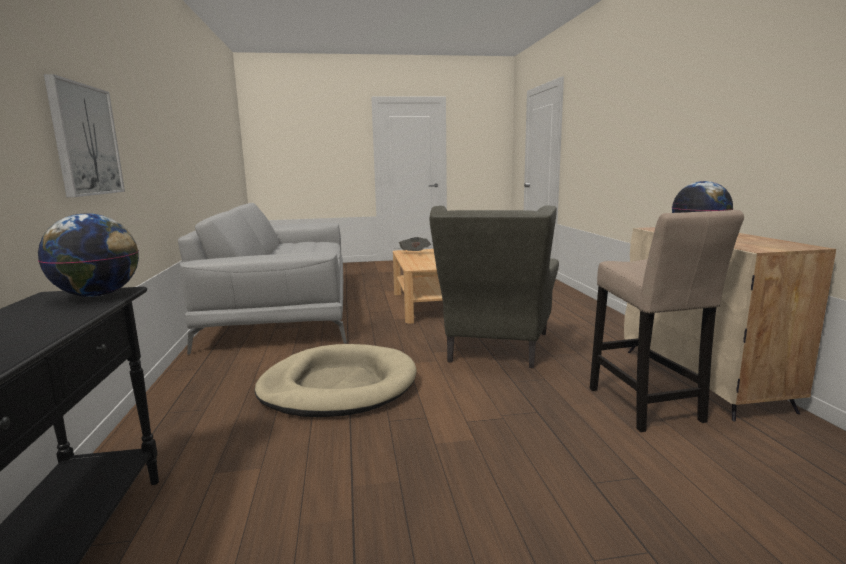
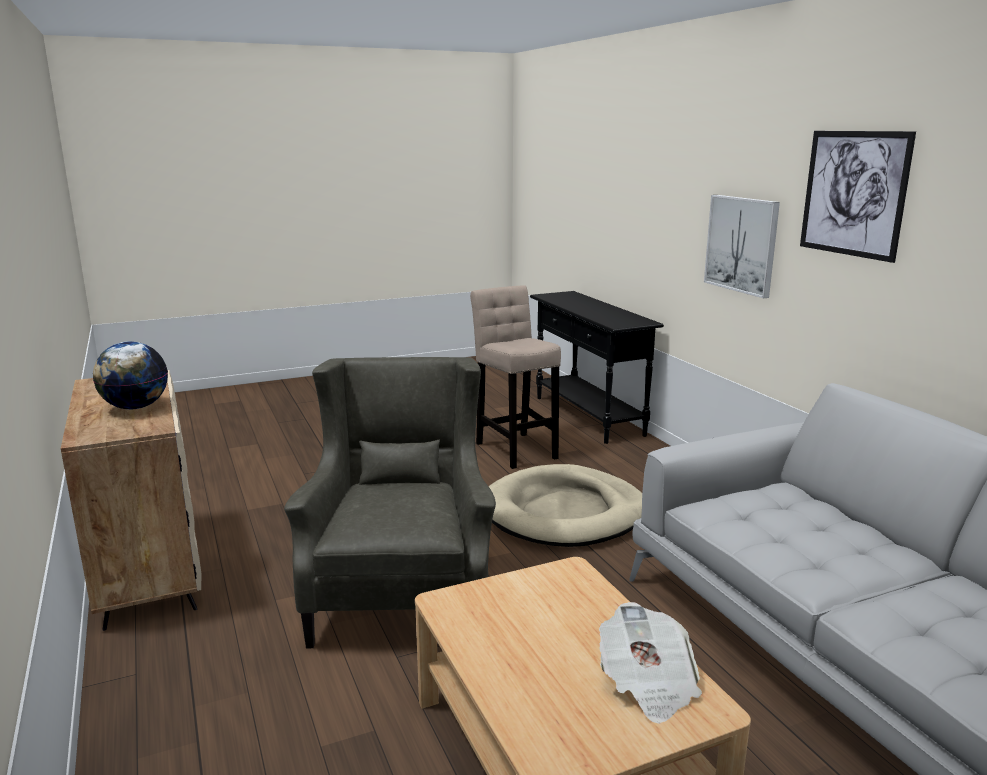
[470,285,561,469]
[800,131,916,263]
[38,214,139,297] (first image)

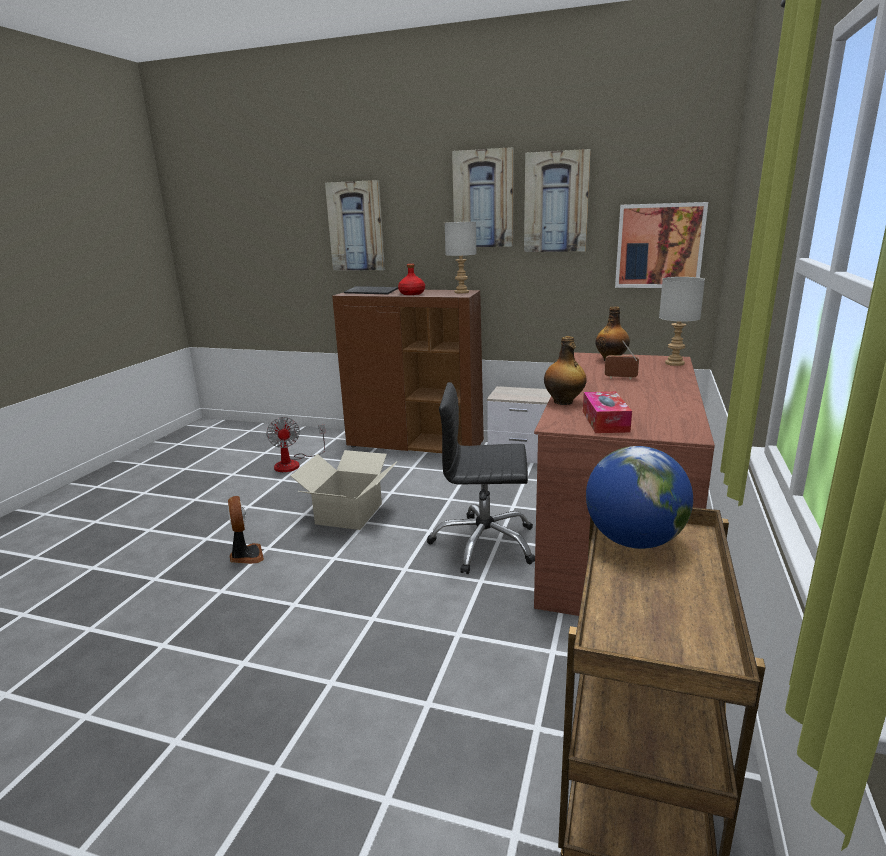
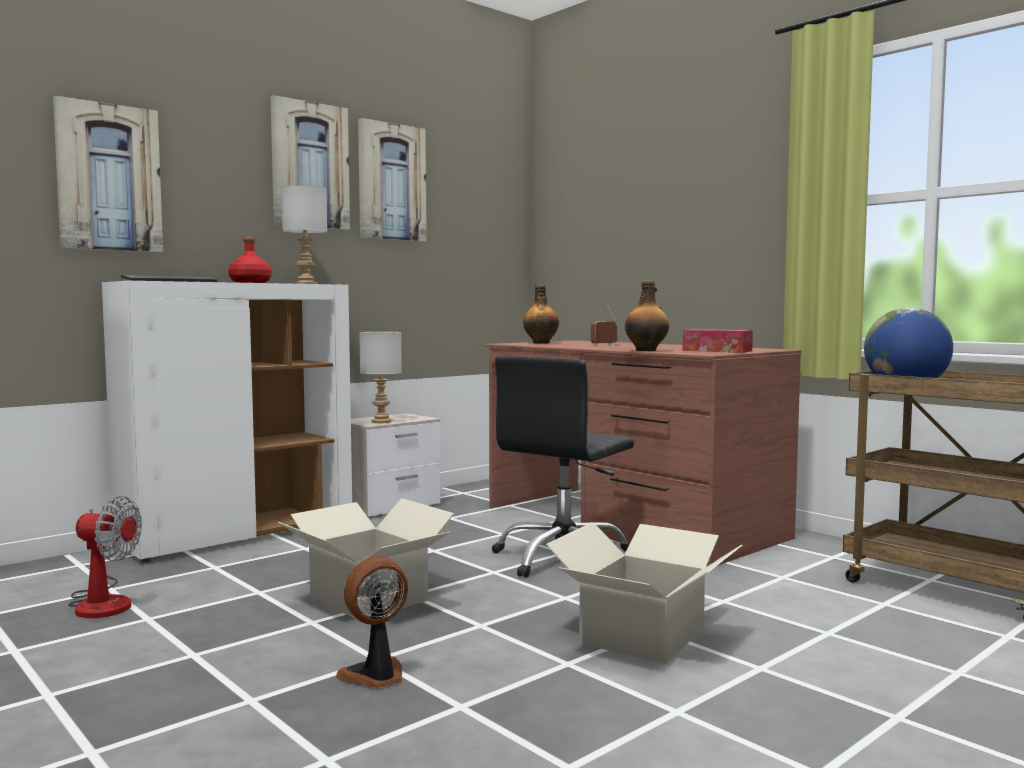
[102,281,352,563]
[336,556,408,688]
[359,332,402,423]
[546,522,743,664]
[615,202,708,288] (first image)

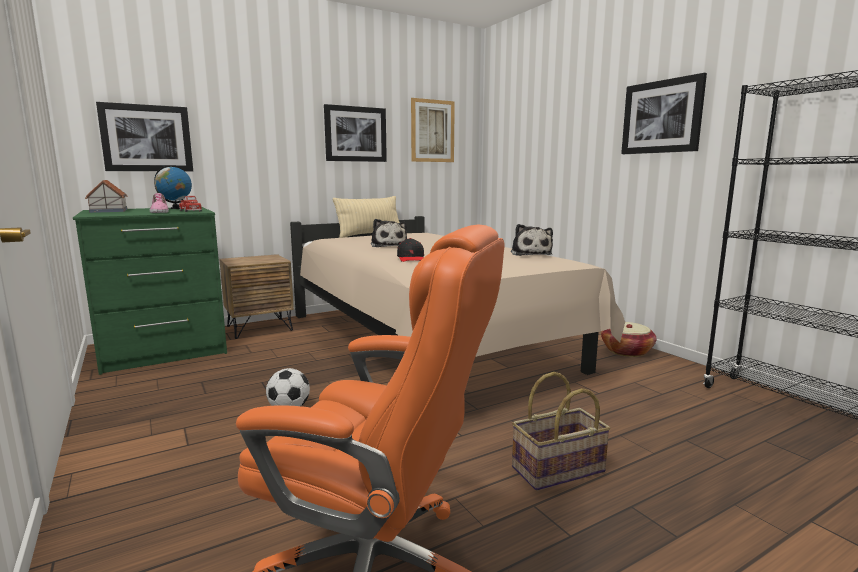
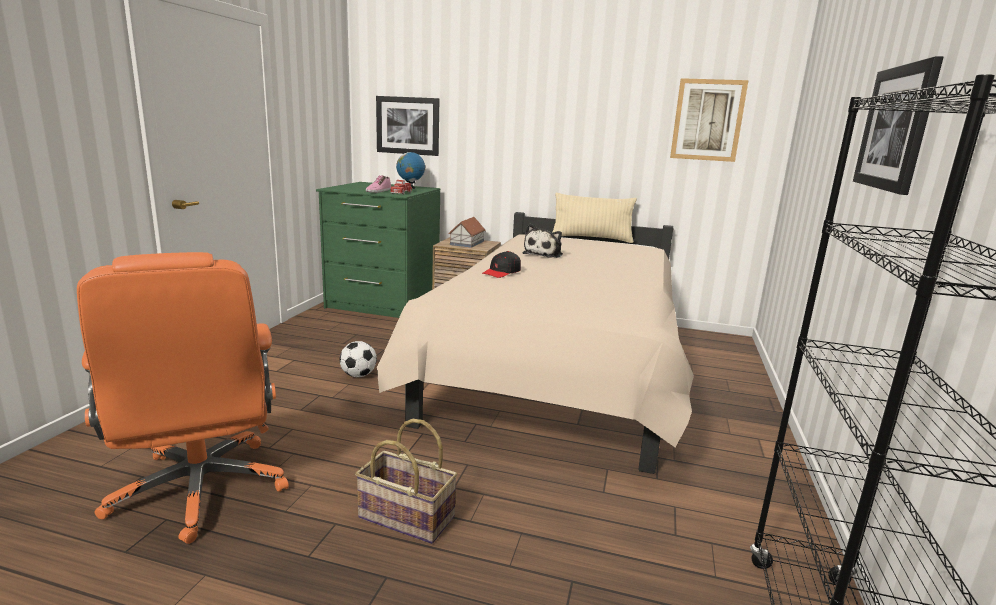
[449,217,485,248]
[324,104,387,162] (first image)
[511,224,553,256] (first image)
[601,322,657,357] (first image)

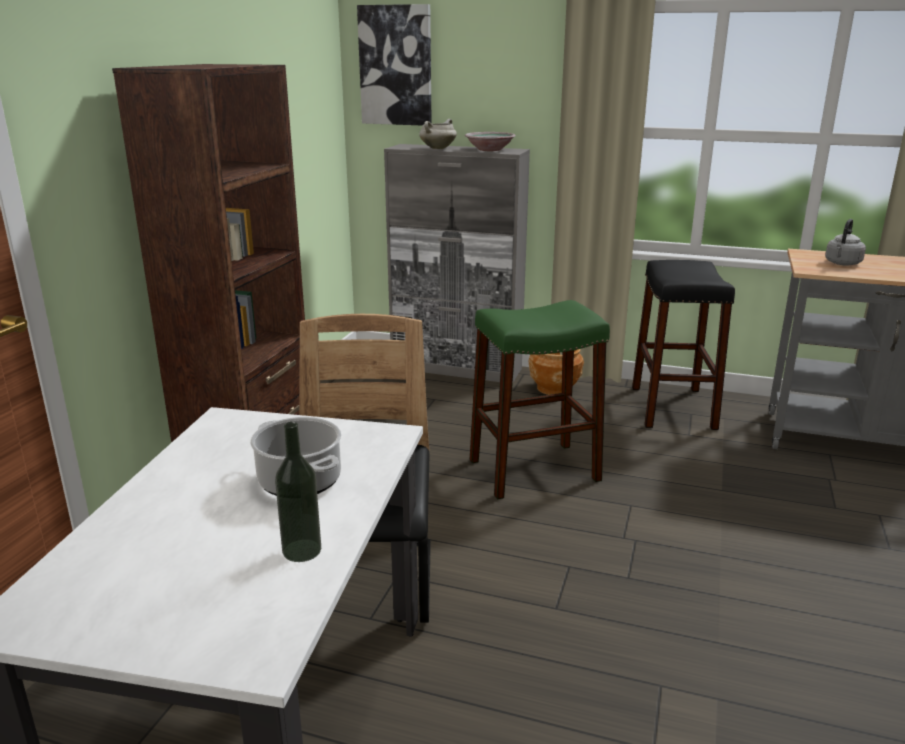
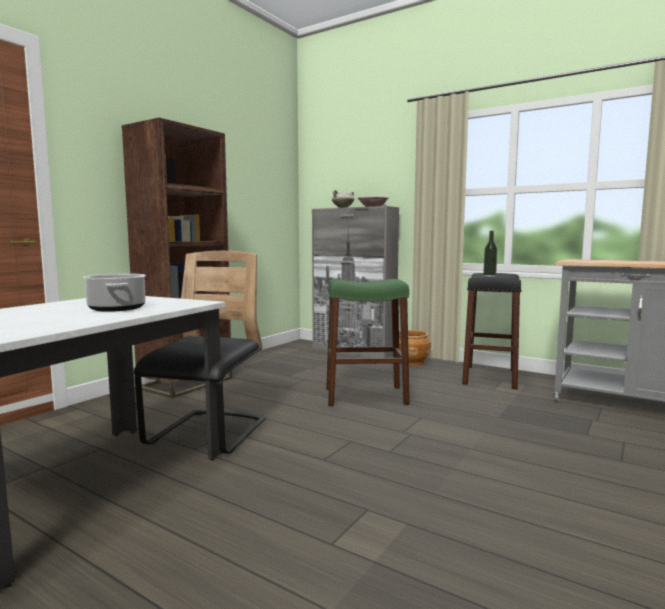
[483,231,497,276]
[357,4,432,126] (first image)
[825,219,866,265] (first image)

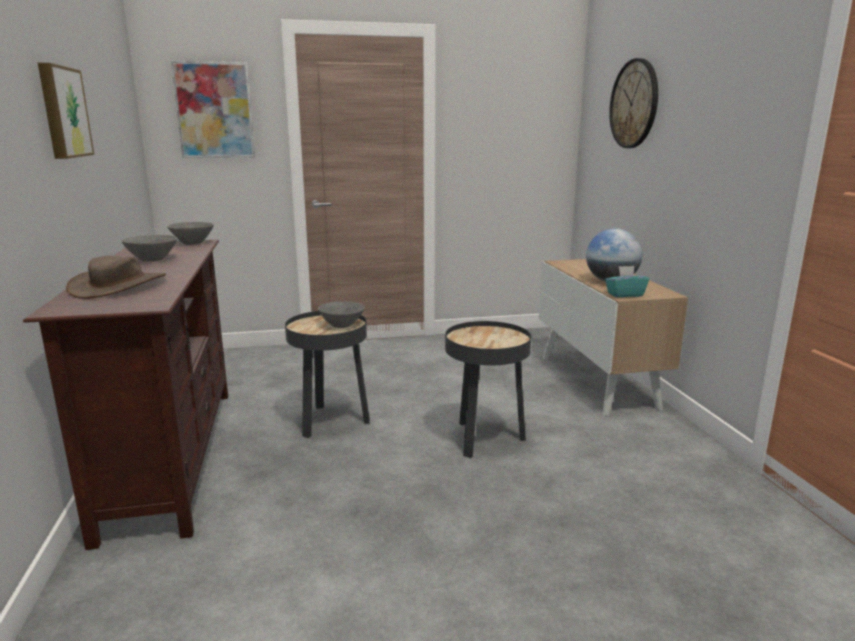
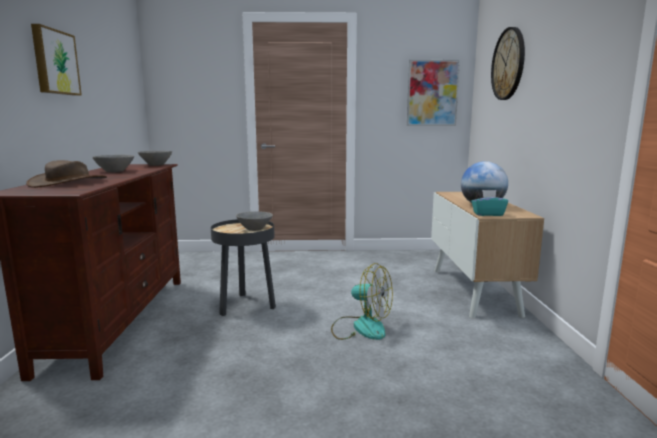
[331,263,393,340]
[407,60,460,126]

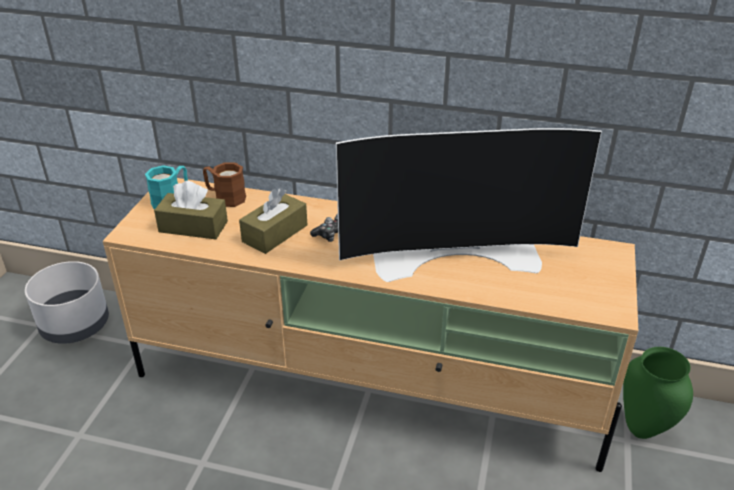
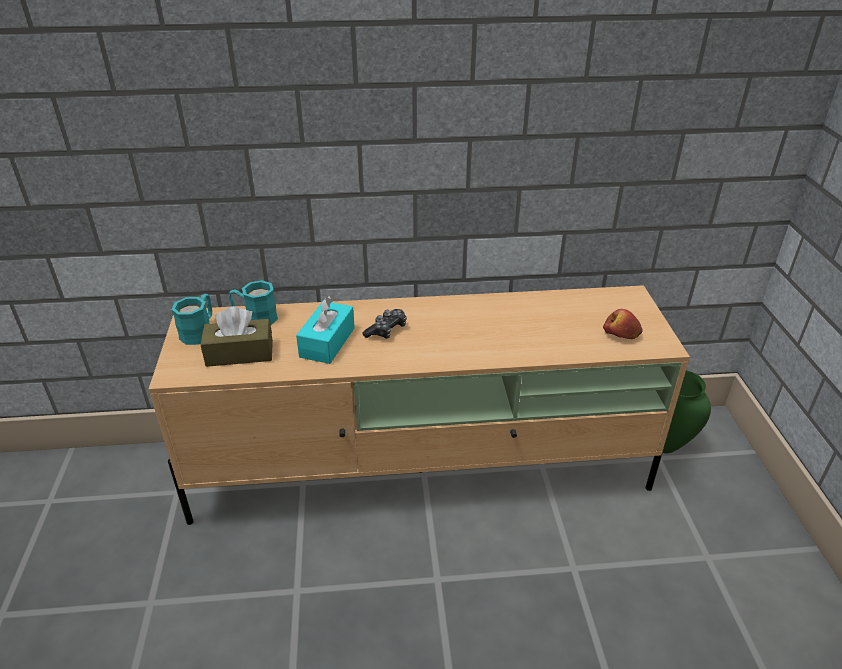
[229,280,278,325]
[296,295,355,364]
[603,309,643,339]
[25,261,109,344] (first image)
[336,128,602,282] (first image)

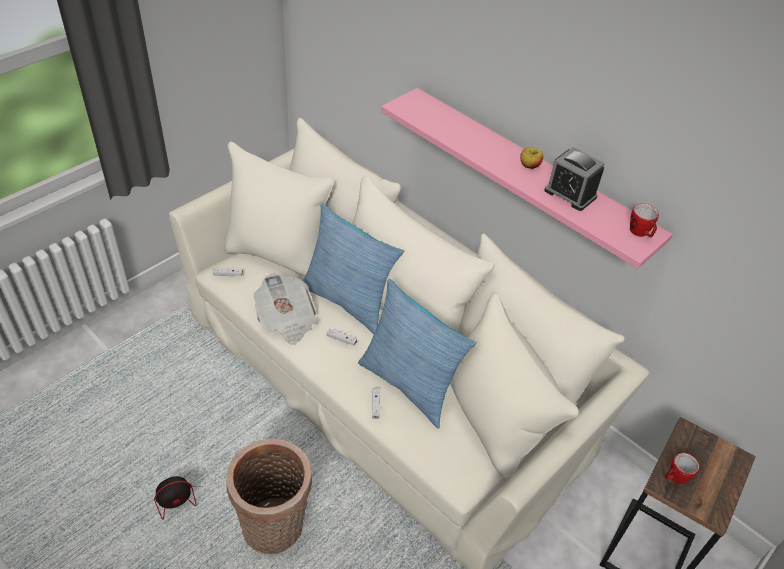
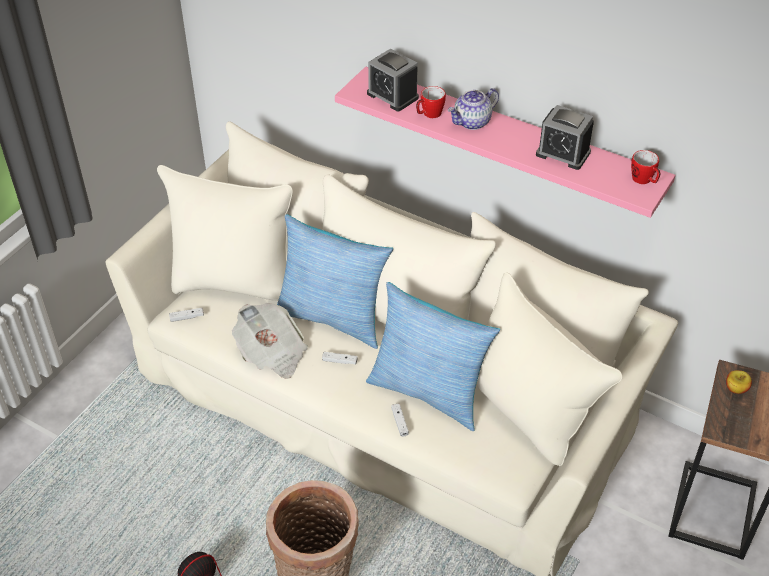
[367,48,419,111]
[416,86,446,118]
[448,88,499,130]
[726,370,752,394]

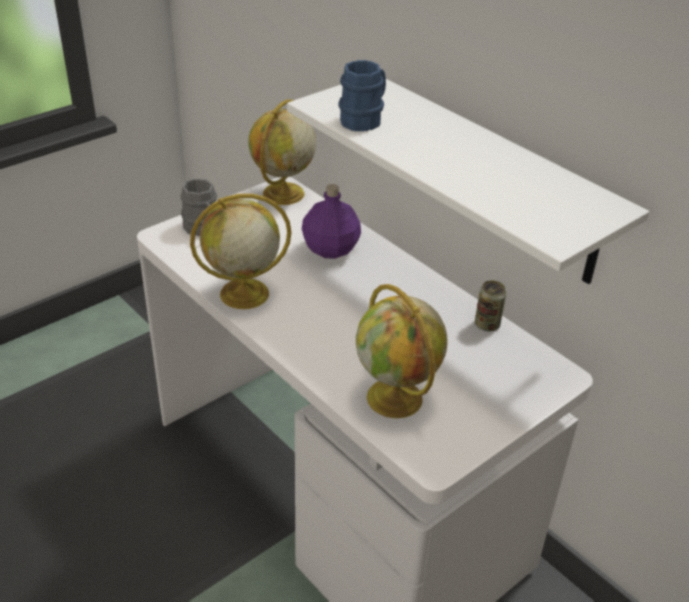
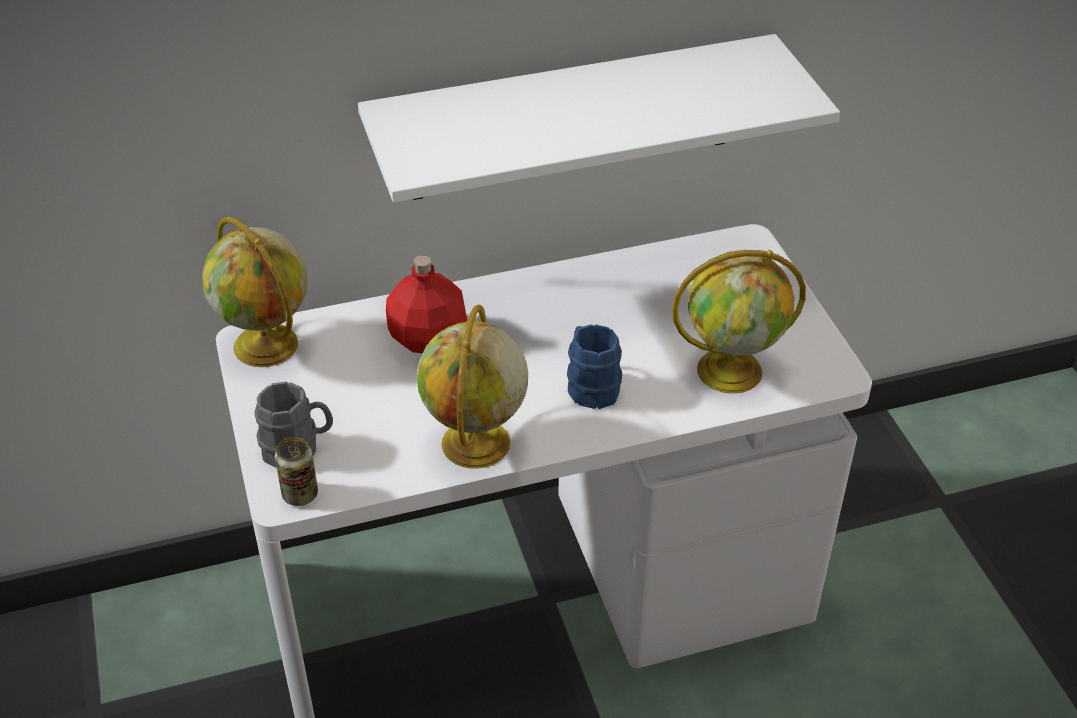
[275,437,318,506]
[386,255,467,353]
[567,324,622,409]

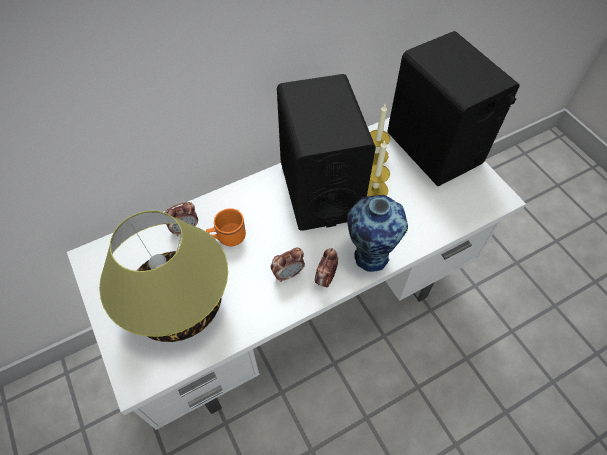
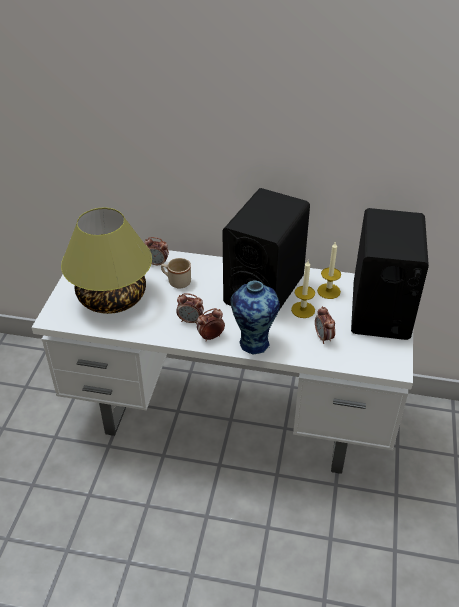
[161,258,191,288]
[315,306,335,344]

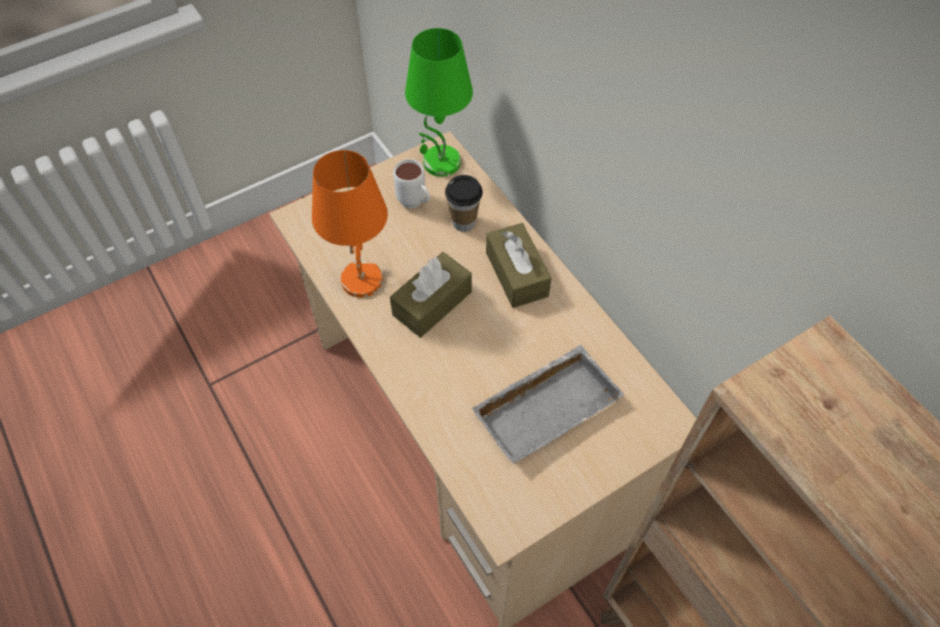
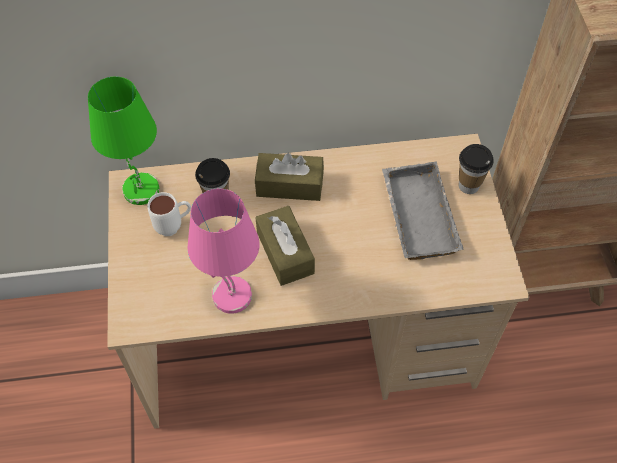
[187,189,260,314]
[459,144,494,194]

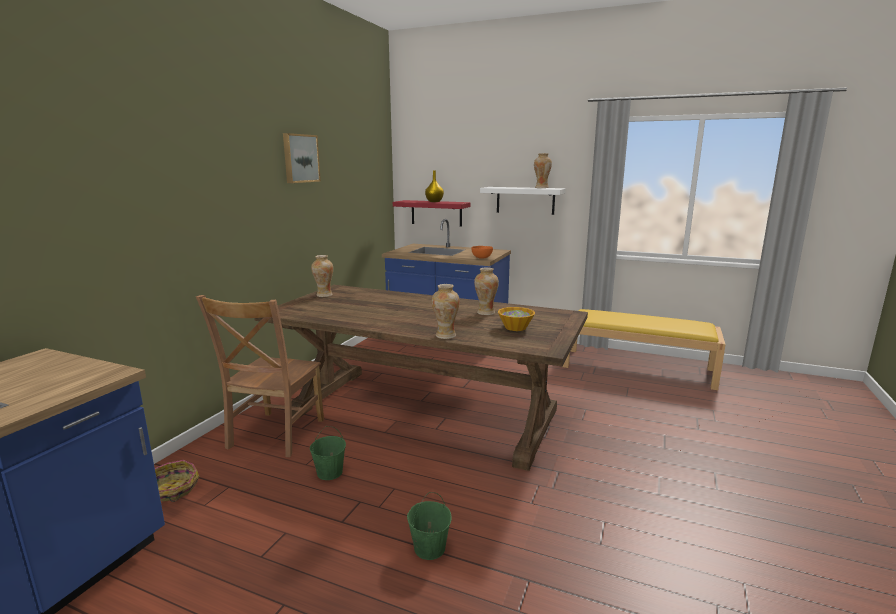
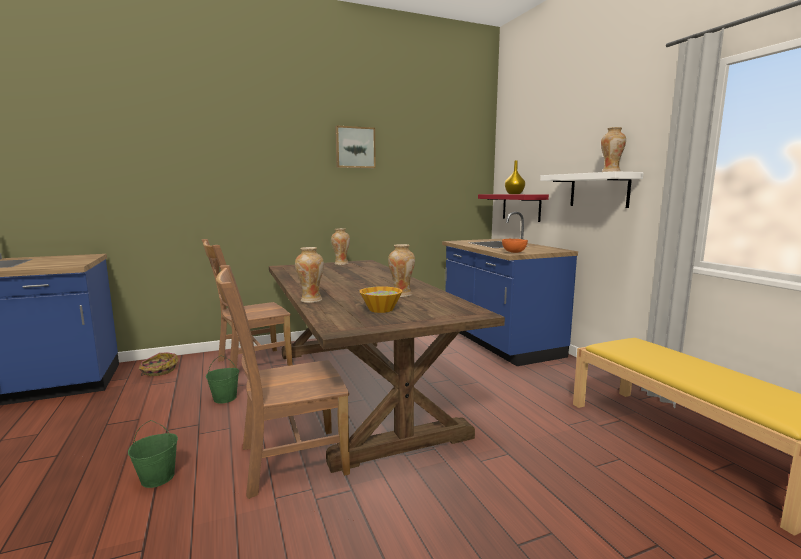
[216,265,350,499]

